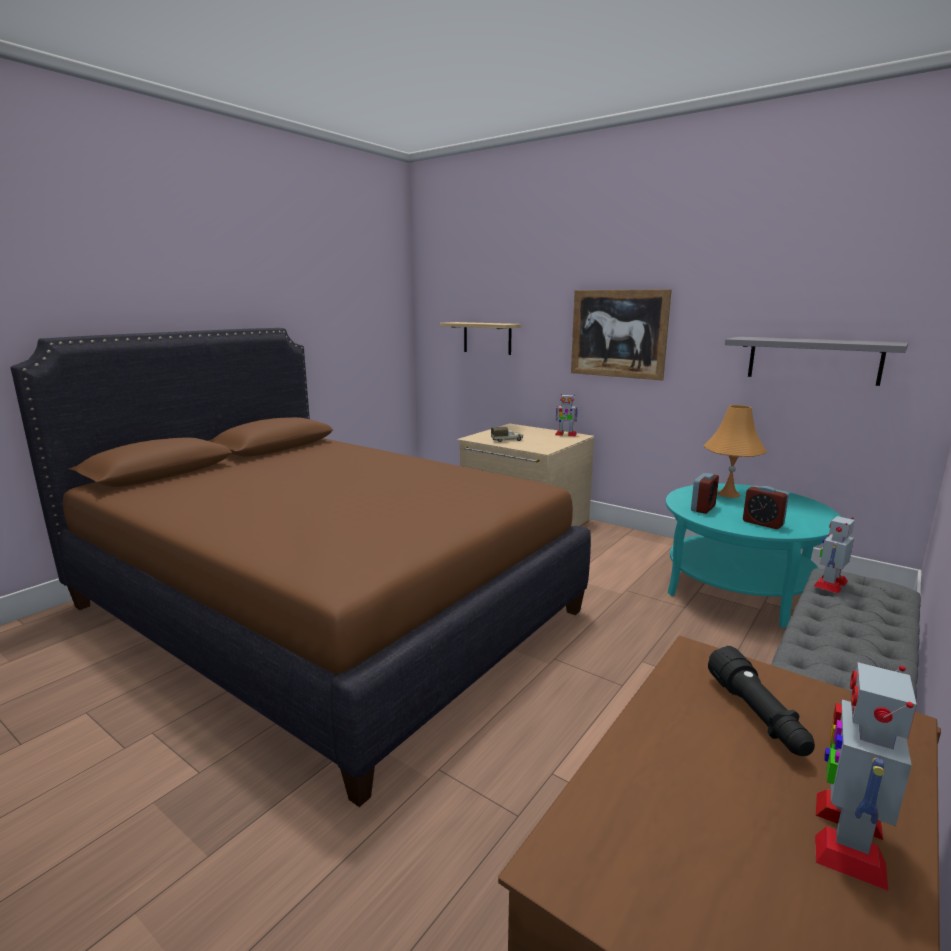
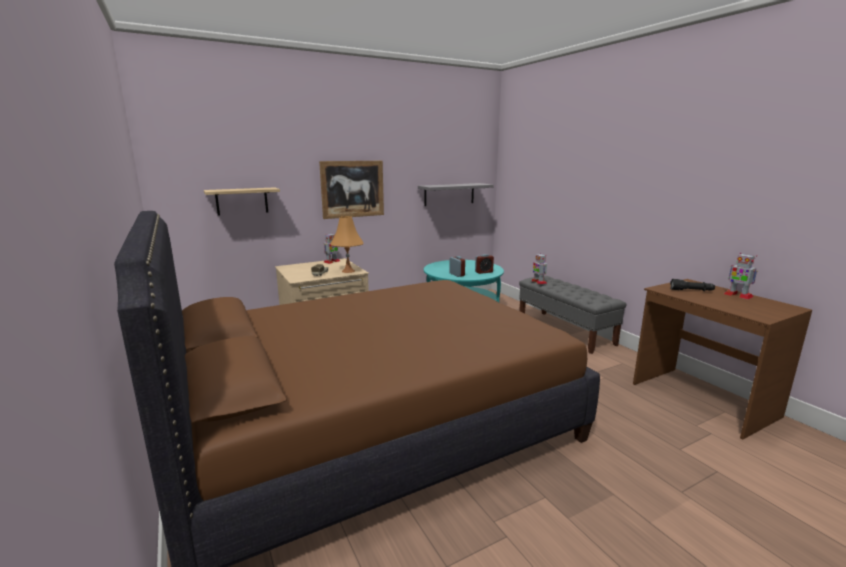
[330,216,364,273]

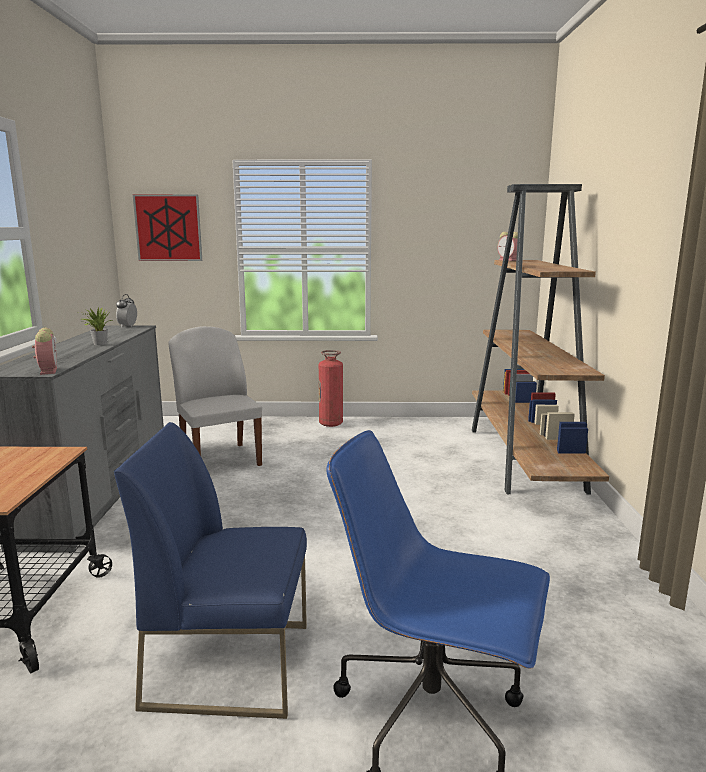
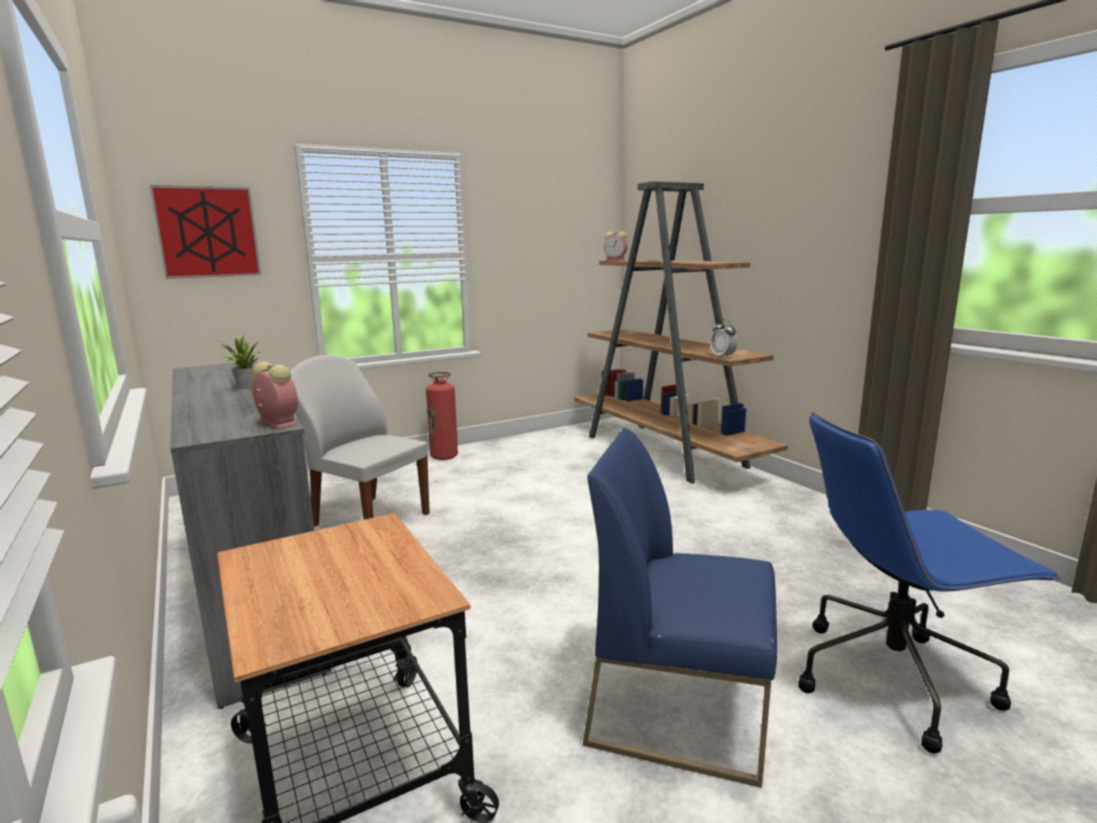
[583,428,777,788]
[711,319,738,359]

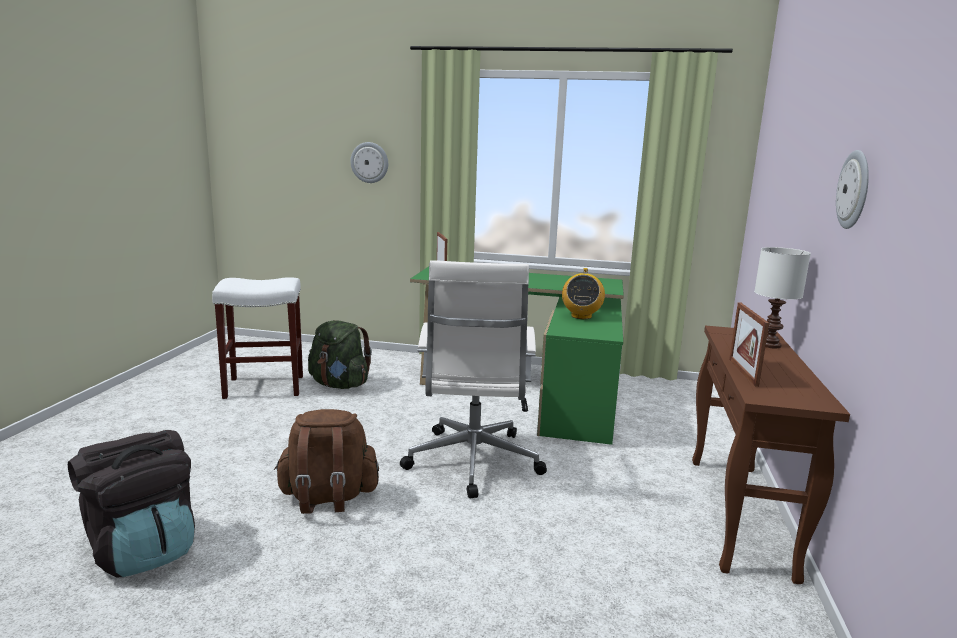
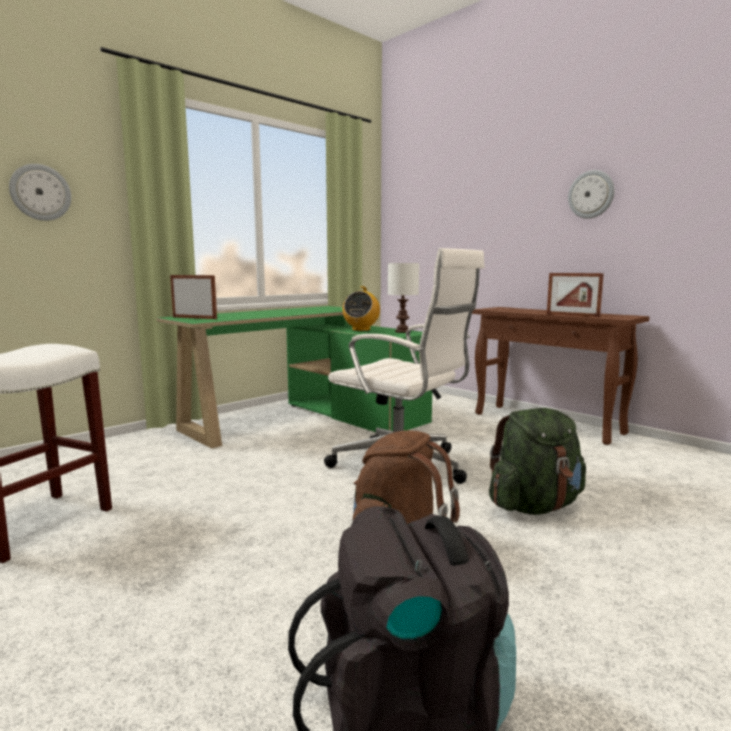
[342,286,380,331]
[387,263,419,333]
[489,408,586,515]

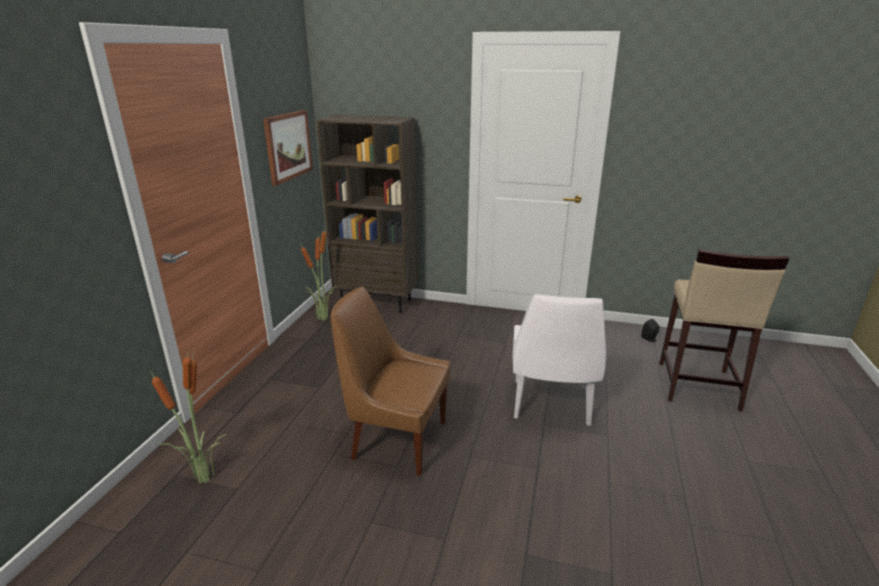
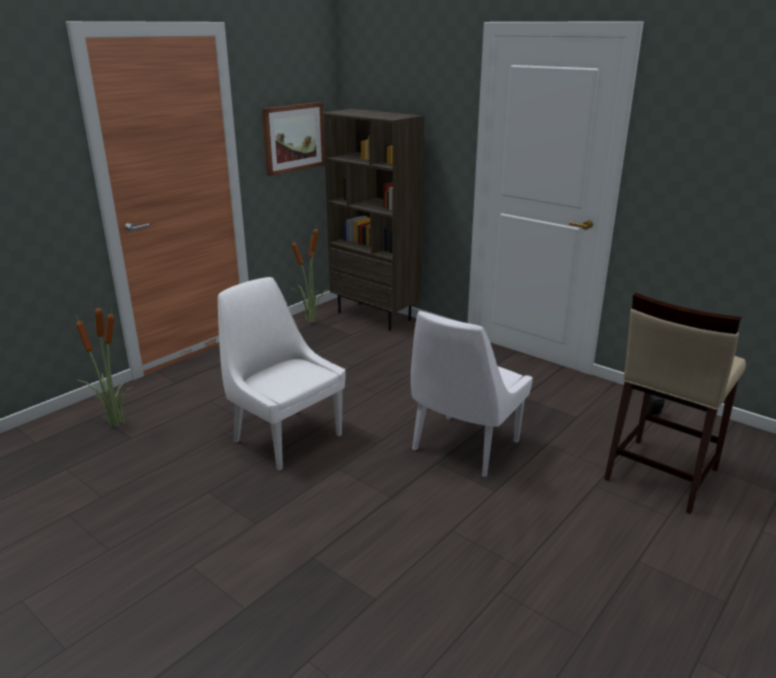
[218,277,345,471]

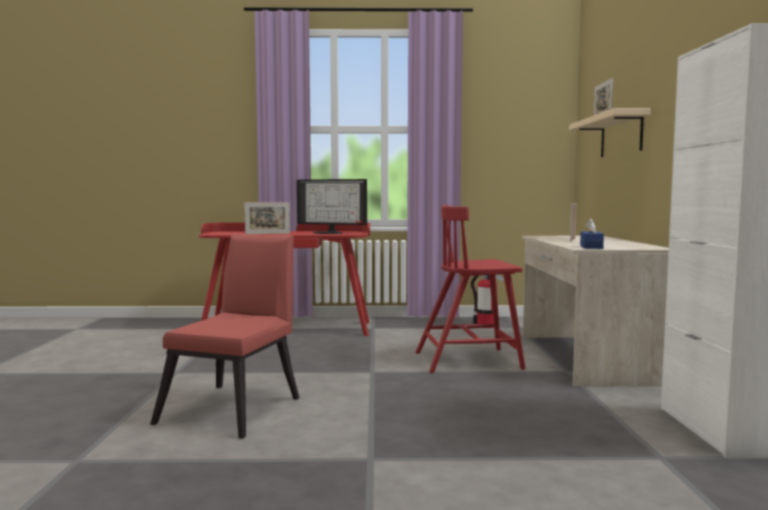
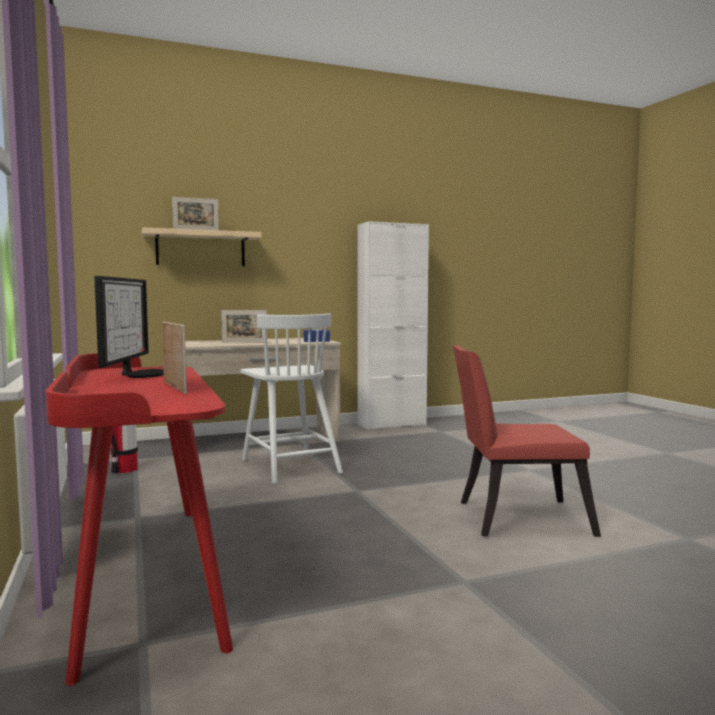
[241,314,343,484]

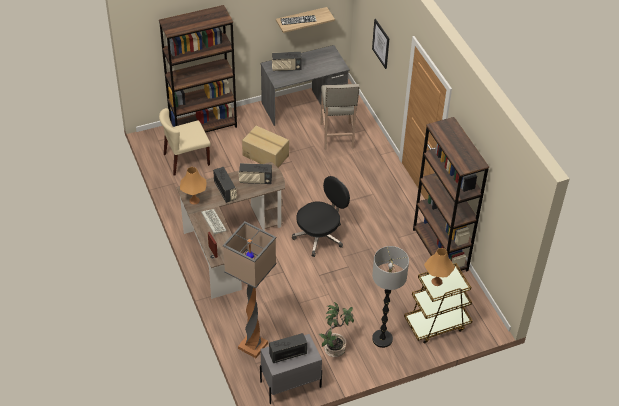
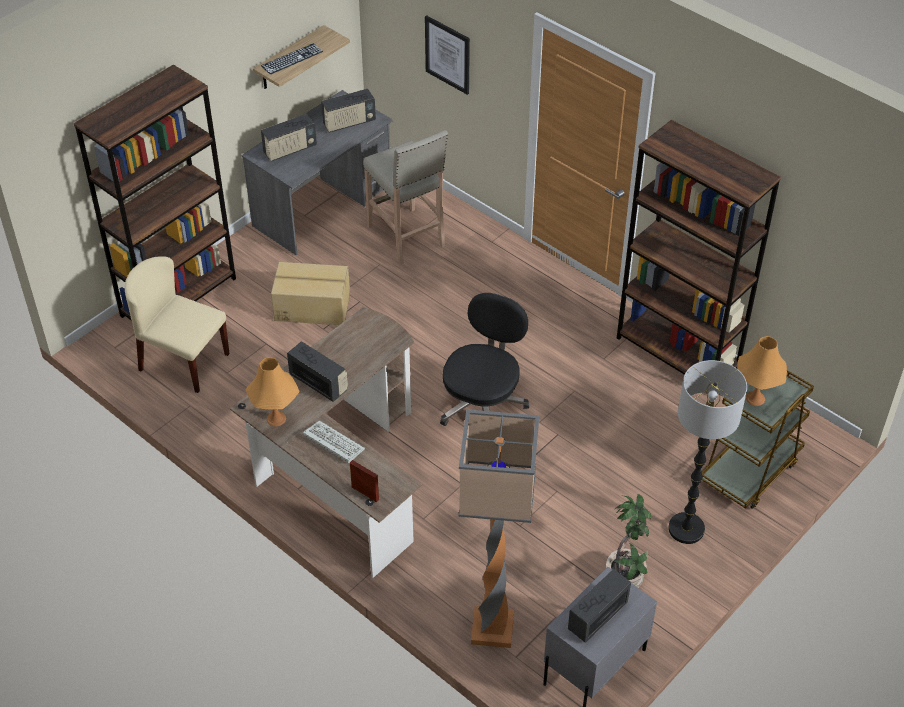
[125,256,230,393]
[321,89,376,133]

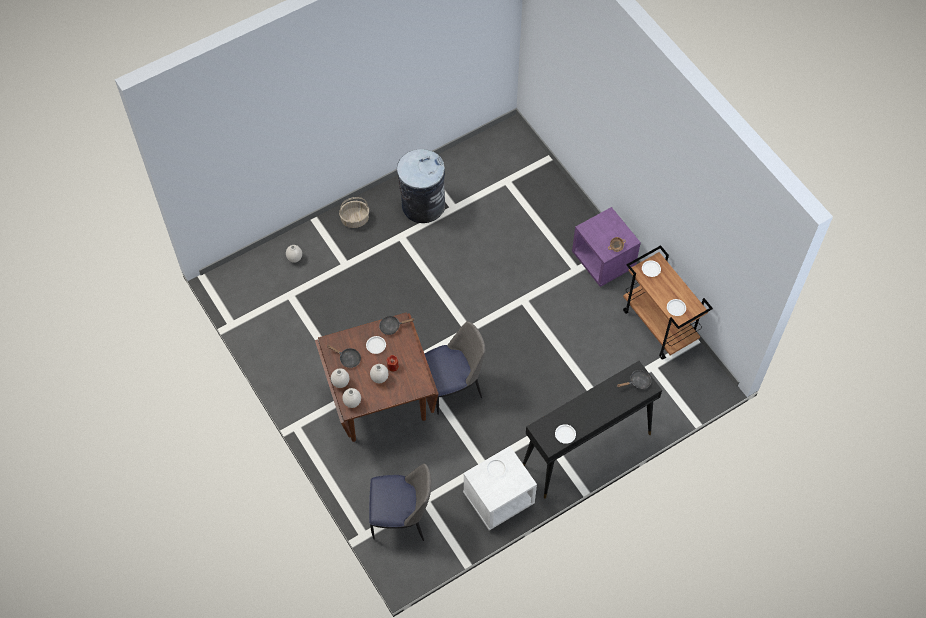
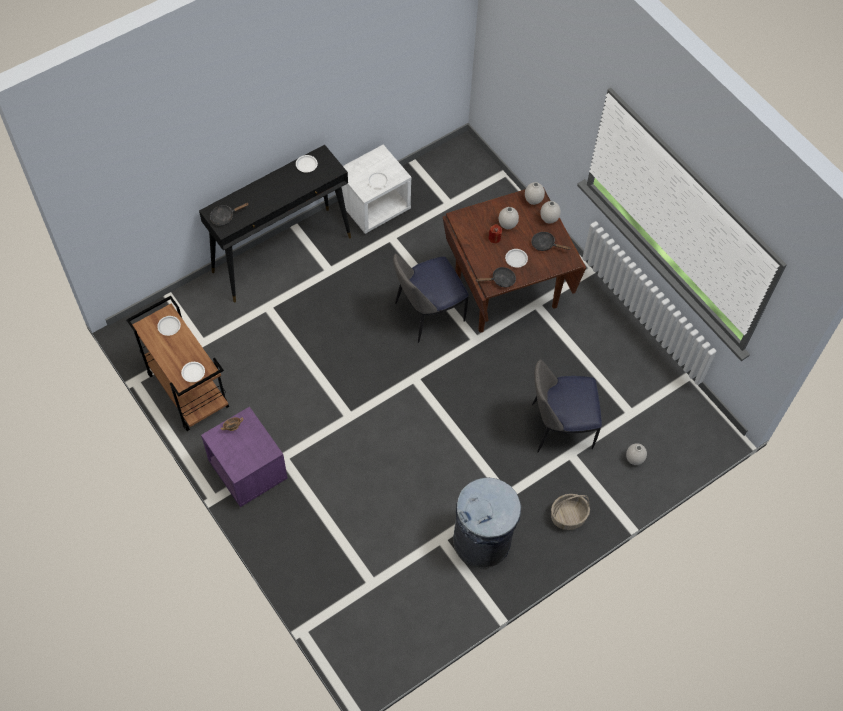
[532,359,602,452]

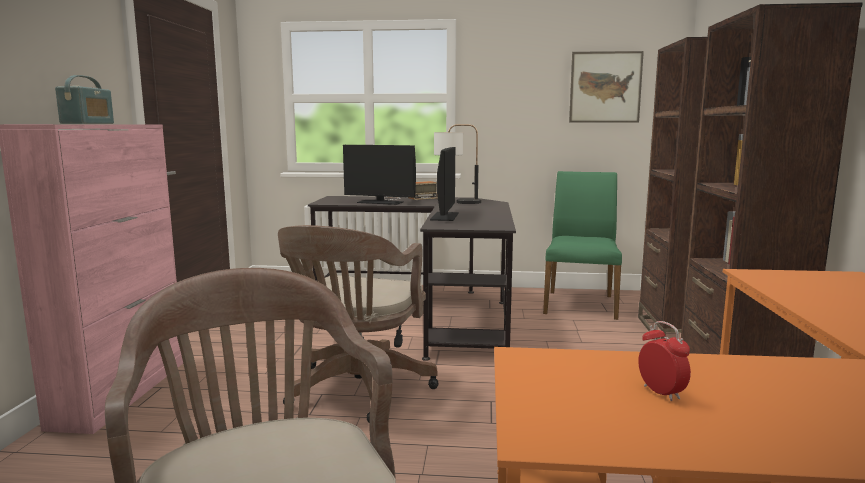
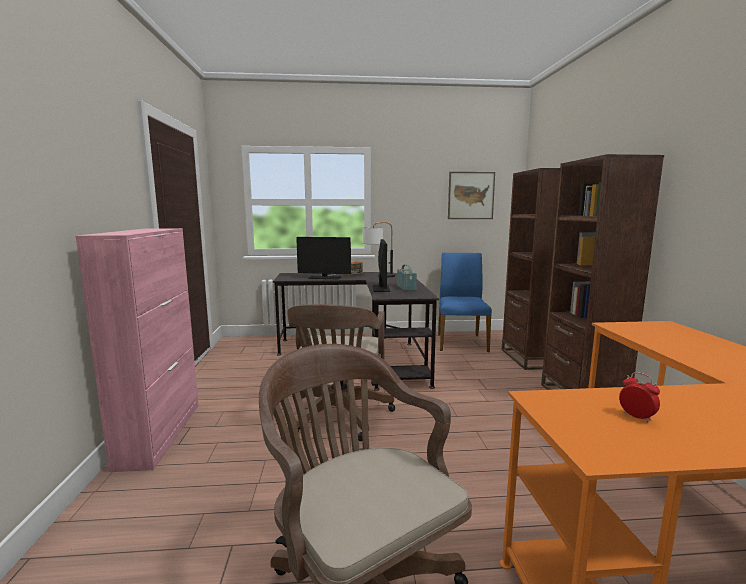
[397,264,417,291]
[438,253,492,352]

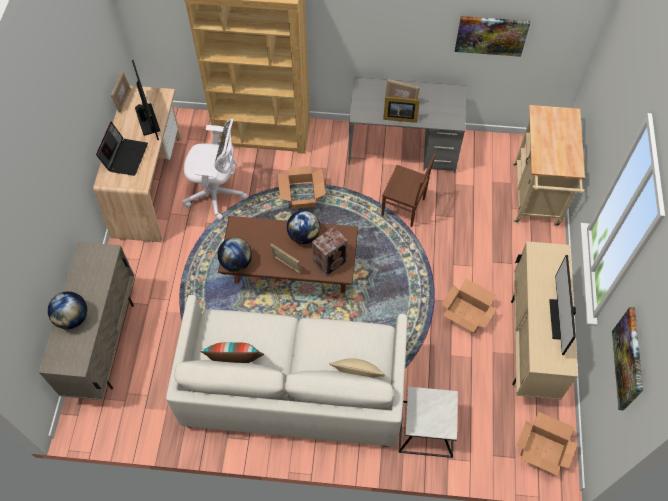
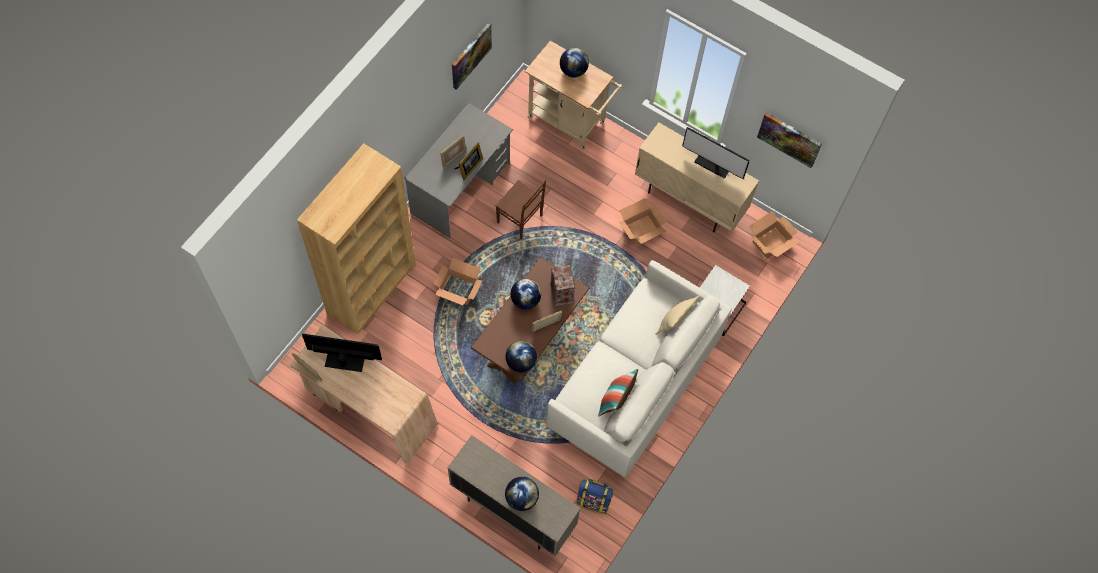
[495,180,546,239]
[560,48,589,77]
[576,479,613,514]
[96,122,148,176] (first image)
[182,119,248,220] (first image)

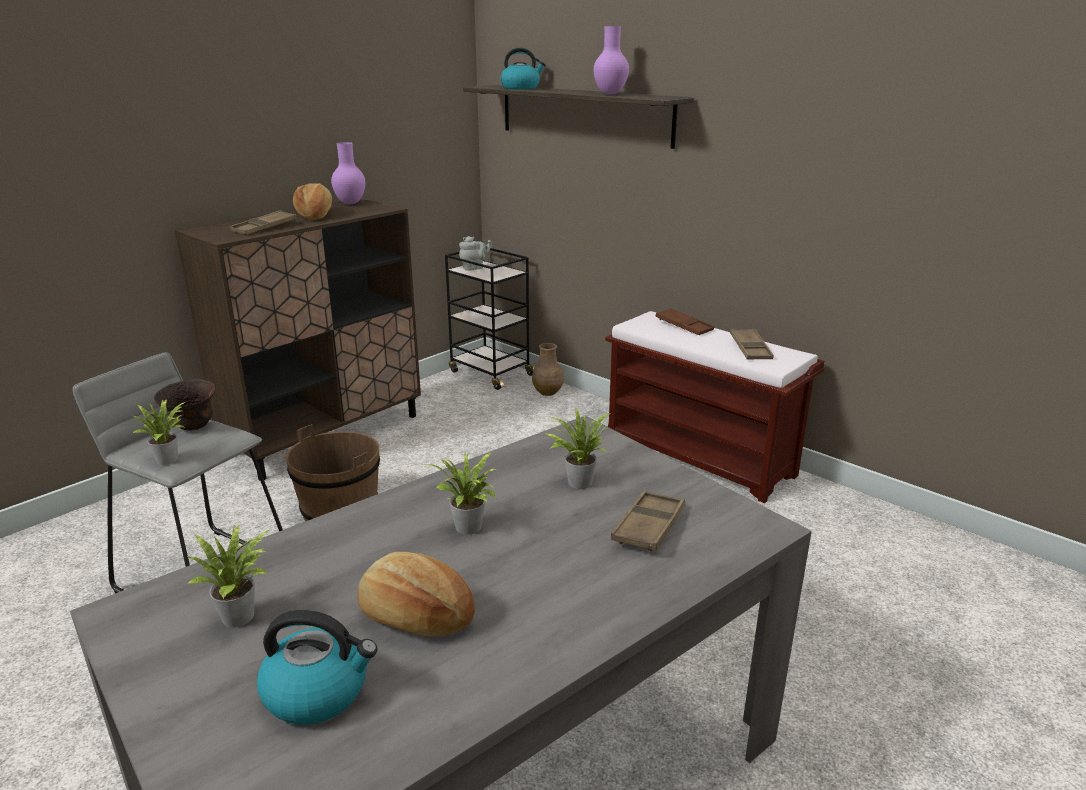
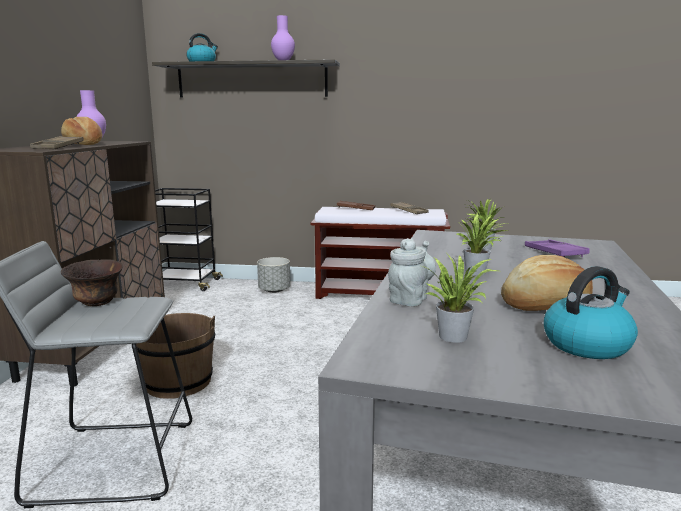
[257,257,290,293]
[388,238,436,307]
[525,239,590,257]
[133,399,187,465] (first image)
[532,343,564,396] (first image)

